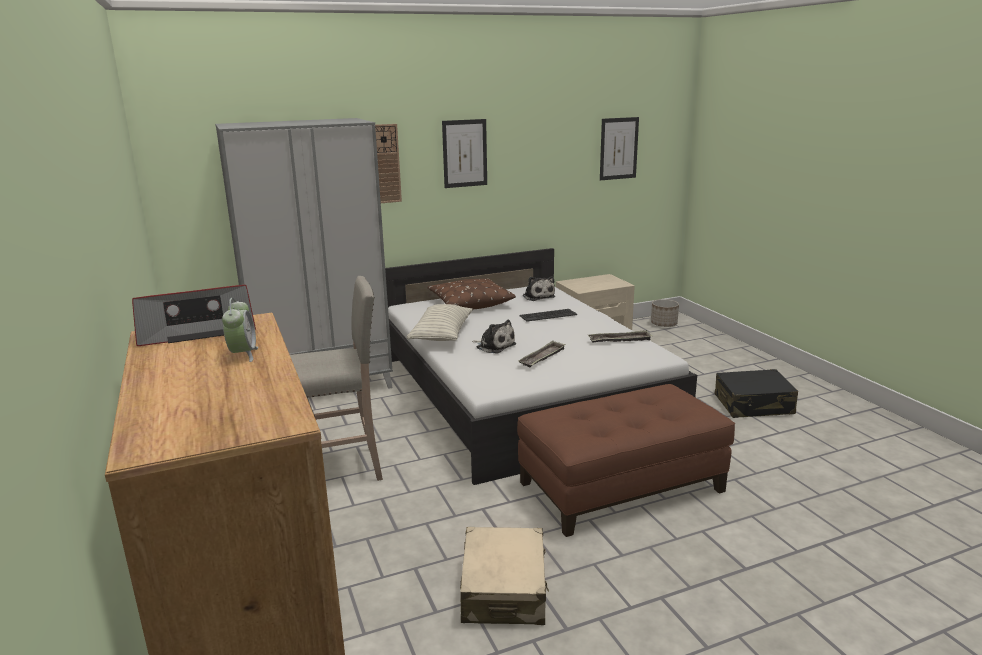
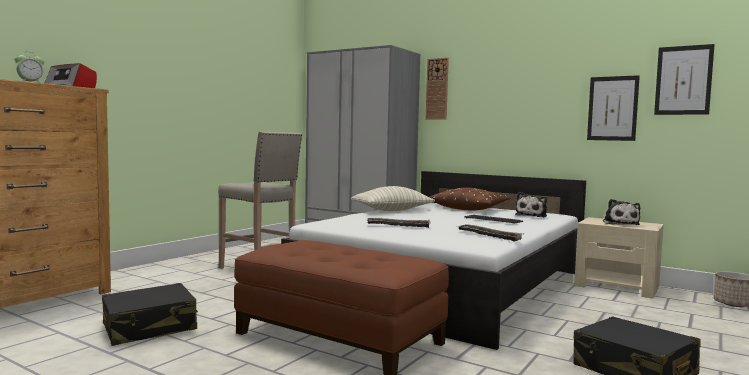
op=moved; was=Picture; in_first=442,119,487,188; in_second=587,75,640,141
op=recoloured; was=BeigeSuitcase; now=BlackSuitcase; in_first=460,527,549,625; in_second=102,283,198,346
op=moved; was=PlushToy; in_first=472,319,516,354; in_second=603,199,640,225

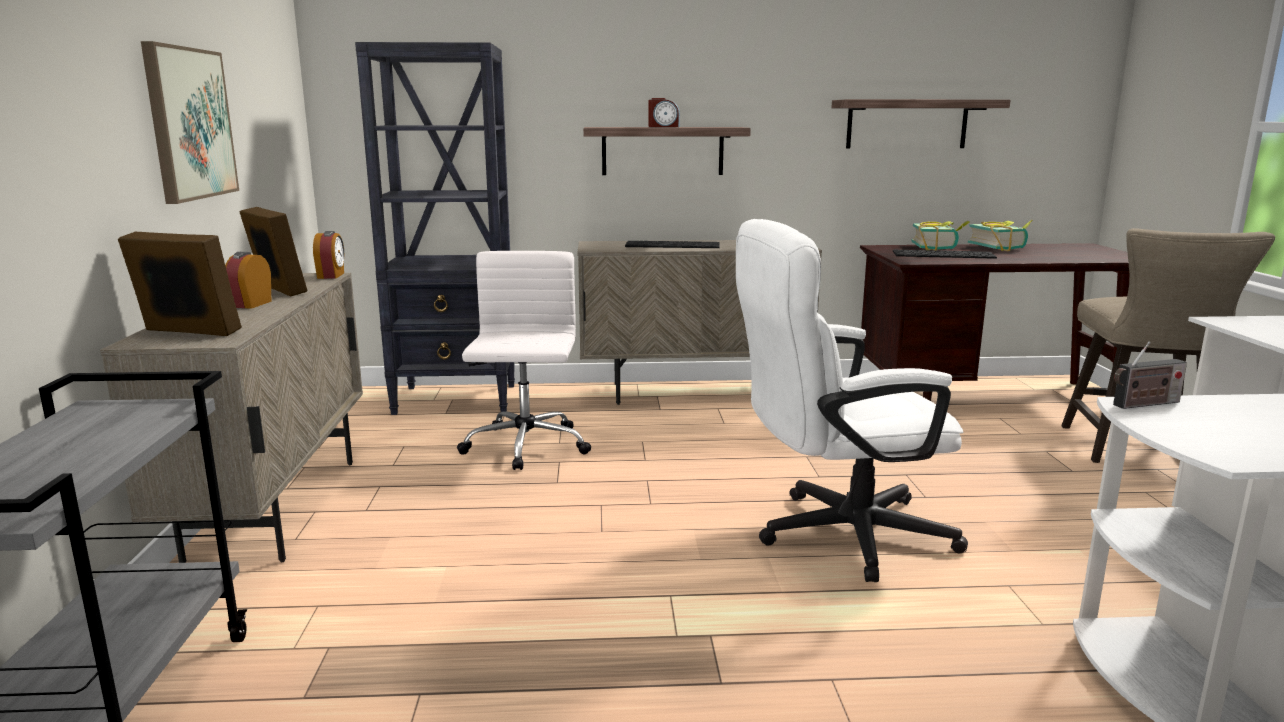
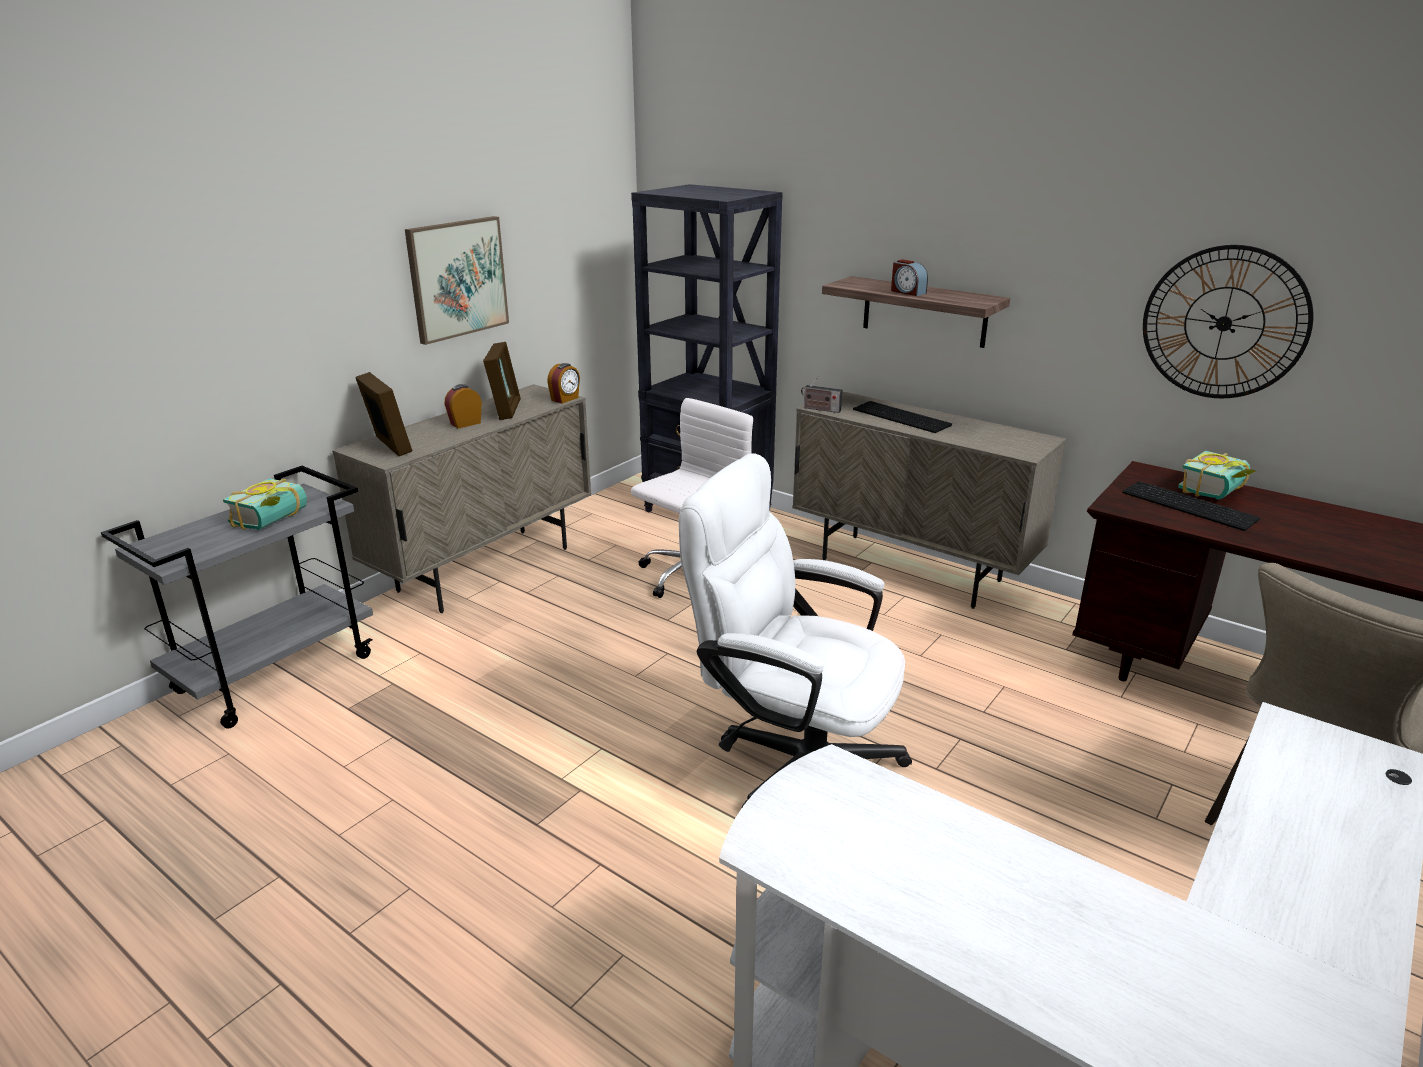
op=replaced; was=Shelf; now=WallClock; in_first=832,99,1011,149; in_second=1143,245,1313,398
op=moved; was=Book; in_first=968,220,1033,251; in_second=223,478,307,530
op=moved; was=Radio; in_first=1113,341,1187,409; in_second=801,376,842,413

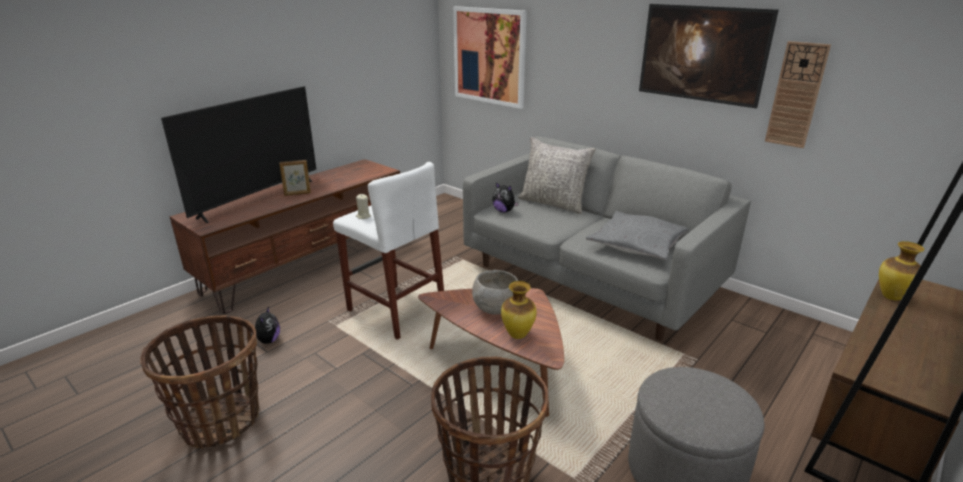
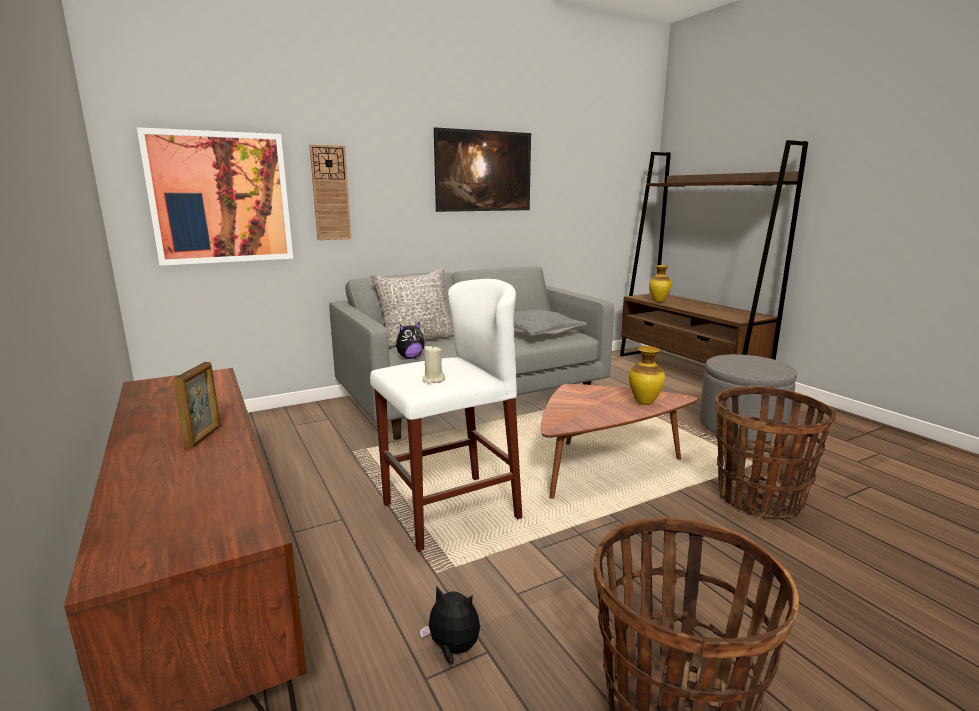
op=removed; was=Television; in_first=161,86,316,223
op=removed; was=GreyBowl; in_first=472,270,518,315
op=moved; was=WallClock; in_first=765,41,831,148; in_second=309,144,351,240

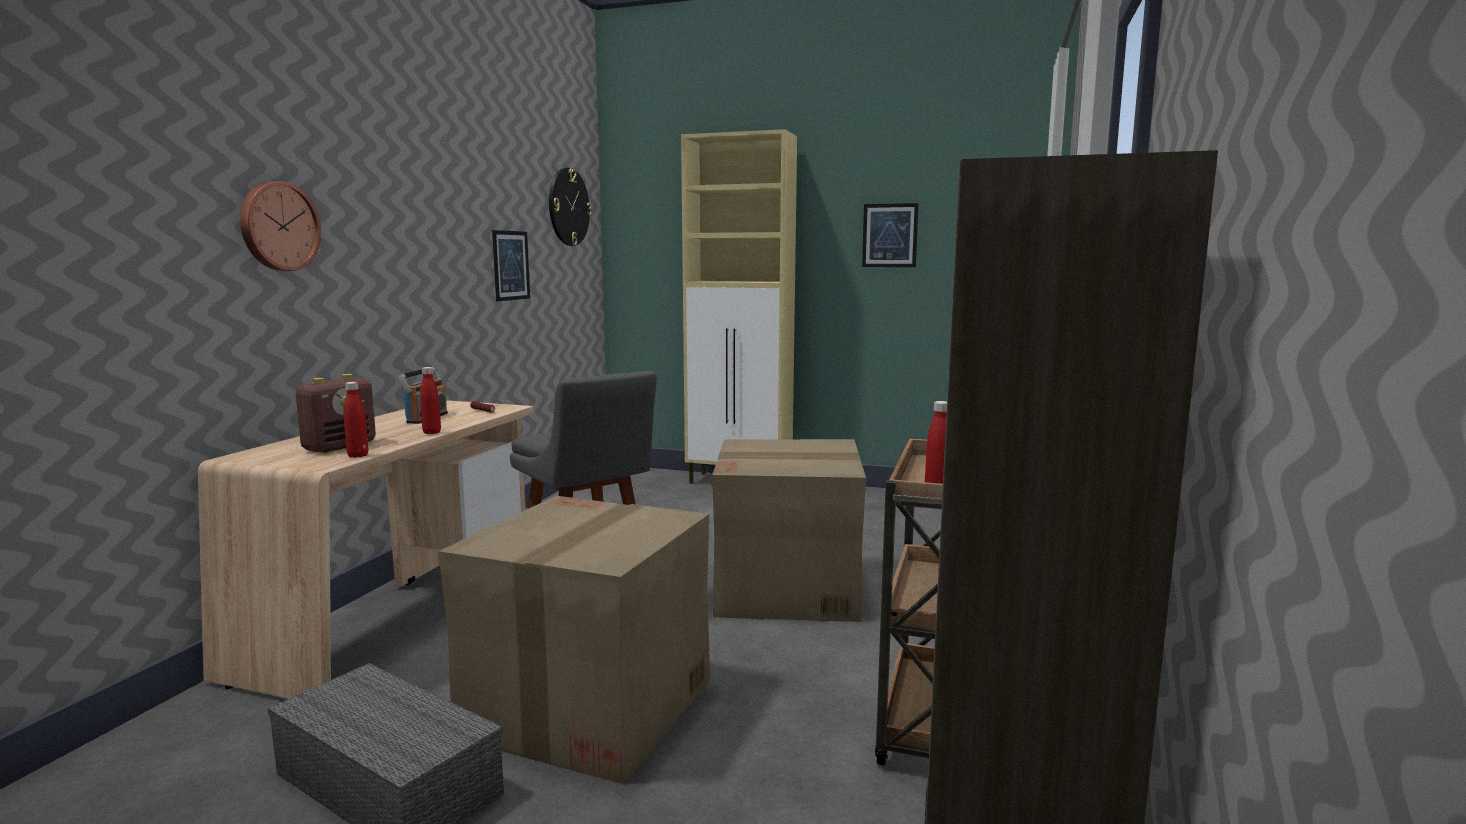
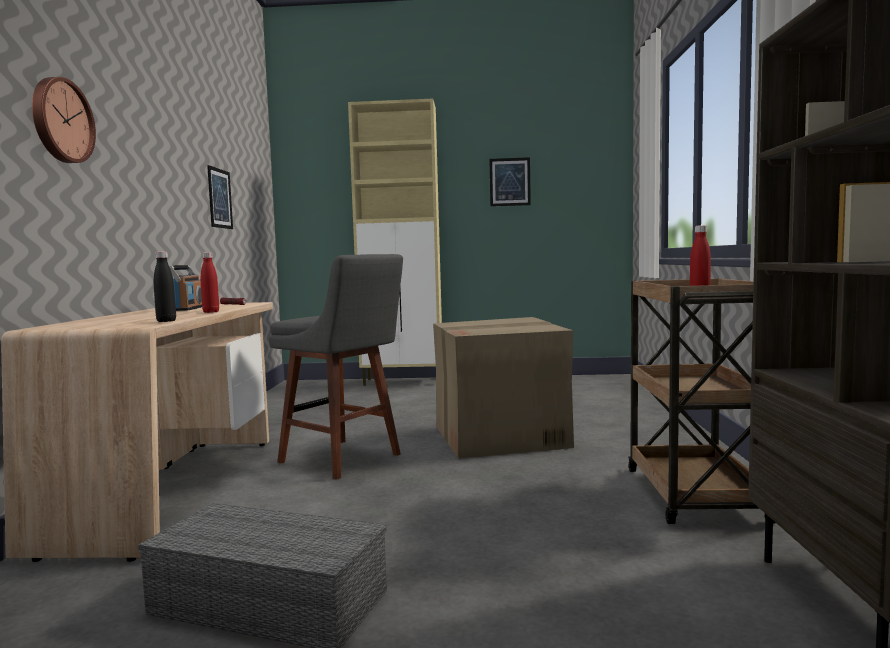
op=removed; was=Radio; in_first=295,374,376,453
op=recoloured; was=RedBottle; now=BlackBottle; in_first=344,382,369,458; in_second=154,251,176,322
op=removed; was=CardboardBox; in_first=438,496,710,785
op=removed; was=WallClock; in_first=549,168,592,246

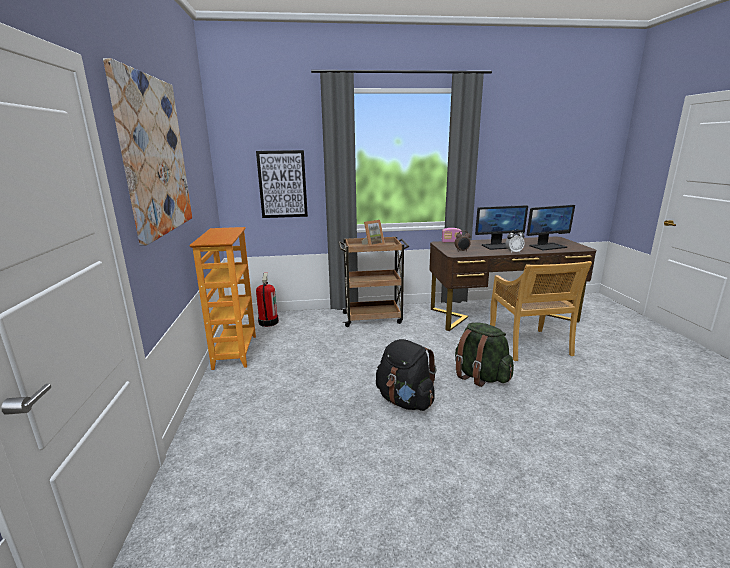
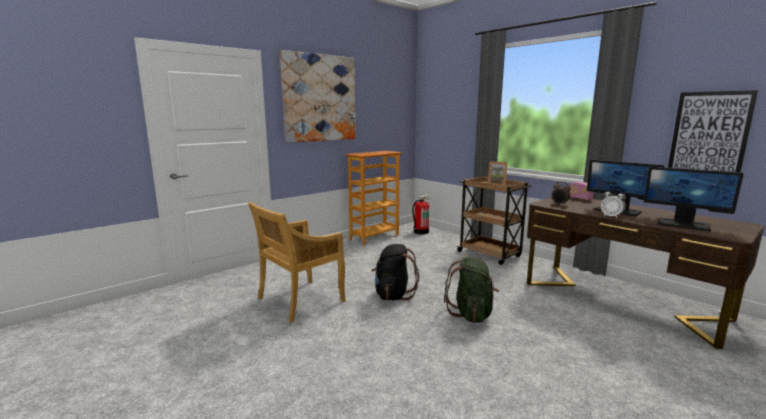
op=moved; was=Picture; in_first=256,150,308,218; in_second=668,90,758,172
op=moved; was=BeigeChair; in_first=490,261,592,361; in_second=248,202,346,323

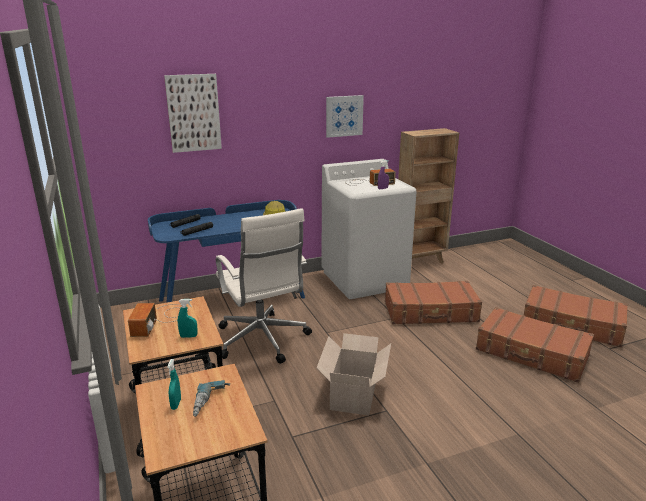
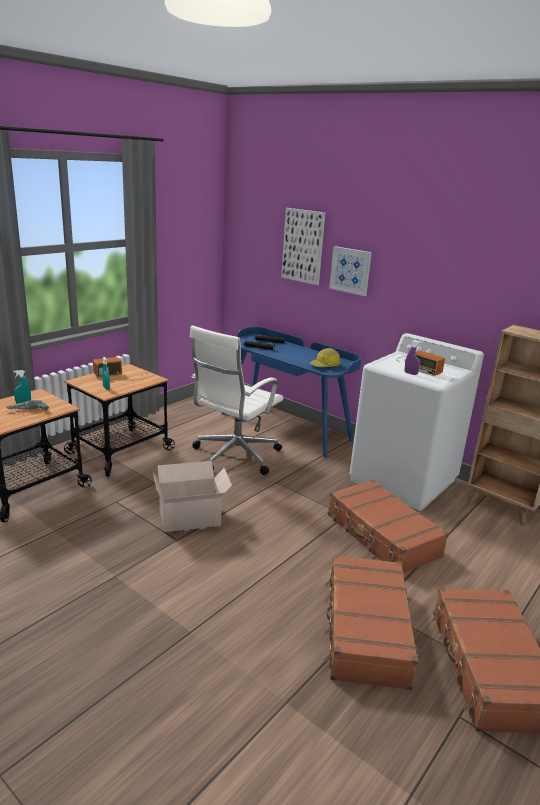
op=moved; was=Picture; in_first=326,95,364,138; in_second=329,246,372,296

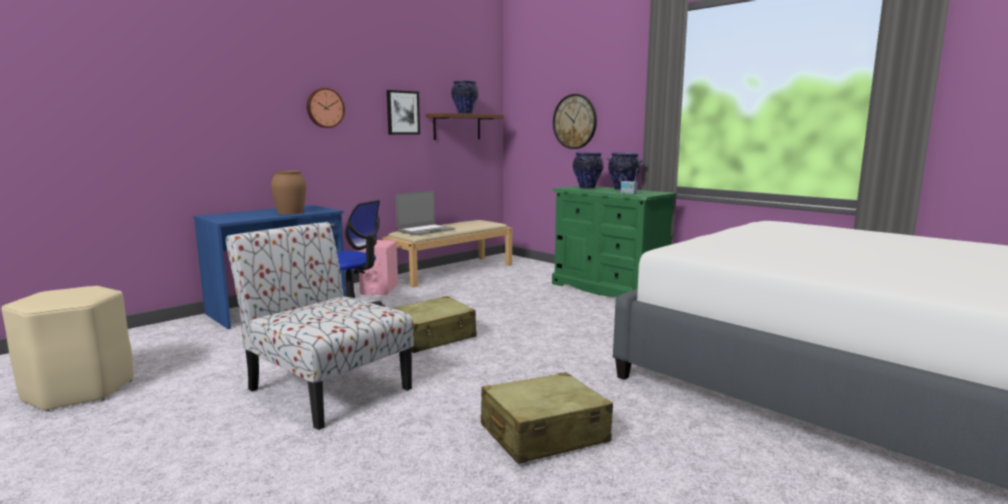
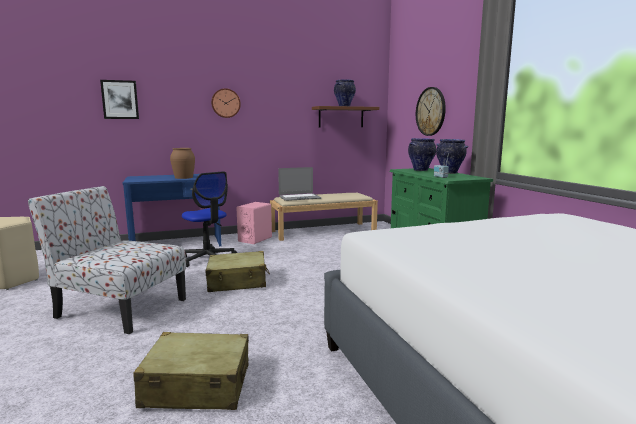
op=turned; was=Chair; in_first=226,222,414,430; in_second=28,186,186,334; clockwise=-45
op=moved; was=Picture; in_first=387,90,420,135; in_second=100,80,139,119

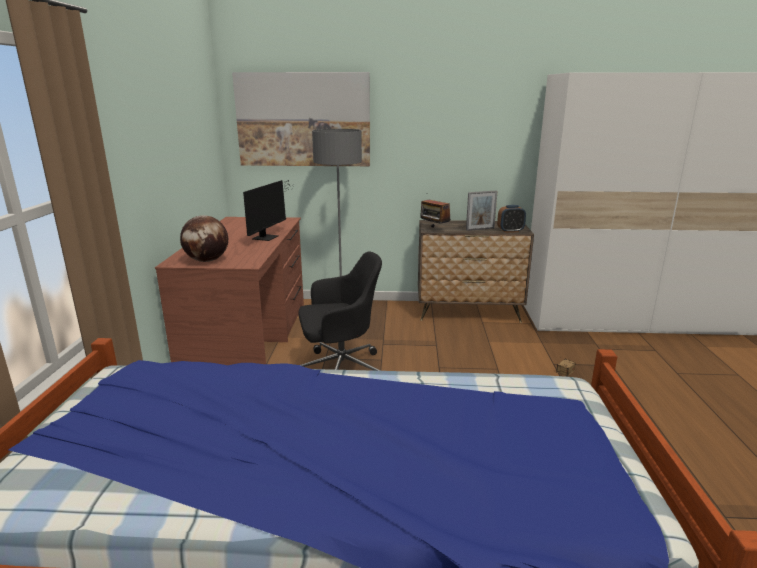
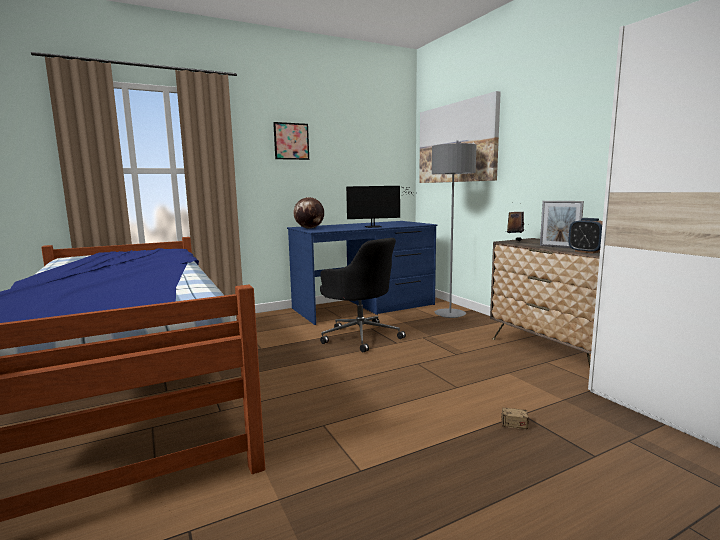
op=recoloured; was=BrownDesk; now=BlueDesk; in_first=155,217,304,365; in_second=287,221,437,325
op=added; now=Picture; in_second=273,122,309,160

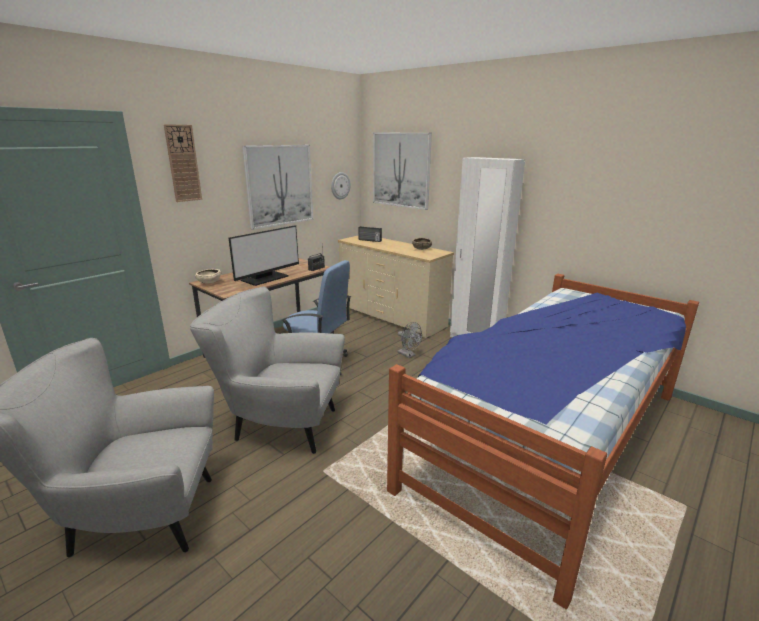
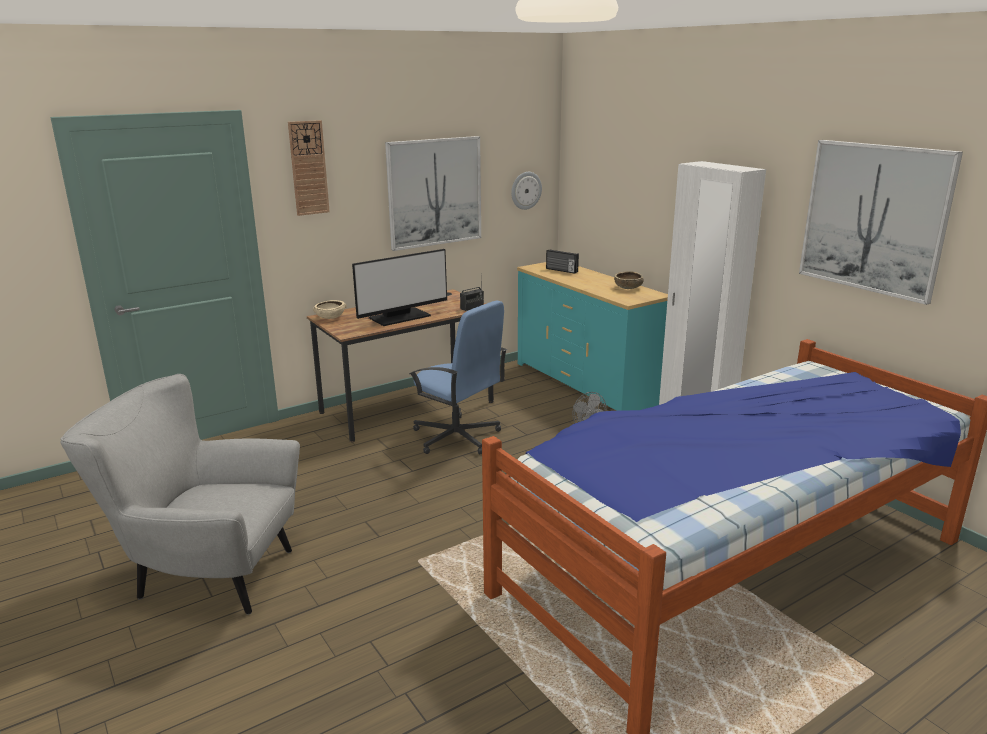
op=removed; was=GreyArmchair; in_first=190,287,345,454
op=recoloured; was=BeigeDresser; now=TurquoiseDresser; in_first=338,235,454,338; in_second=517,262,668,411
op=moved; was=Picture; in_first=373,133,432,210; in_second=799,140,963,305

